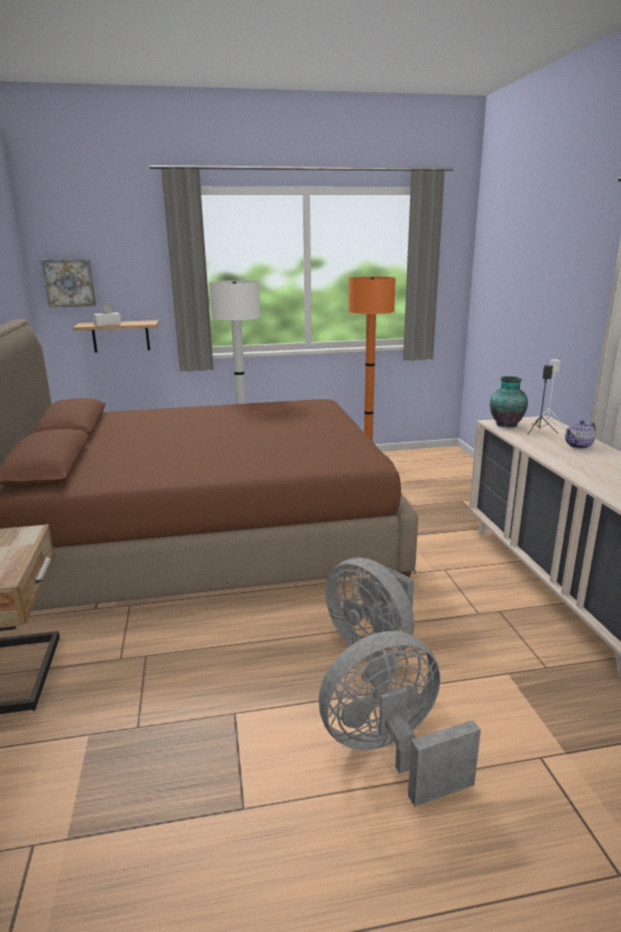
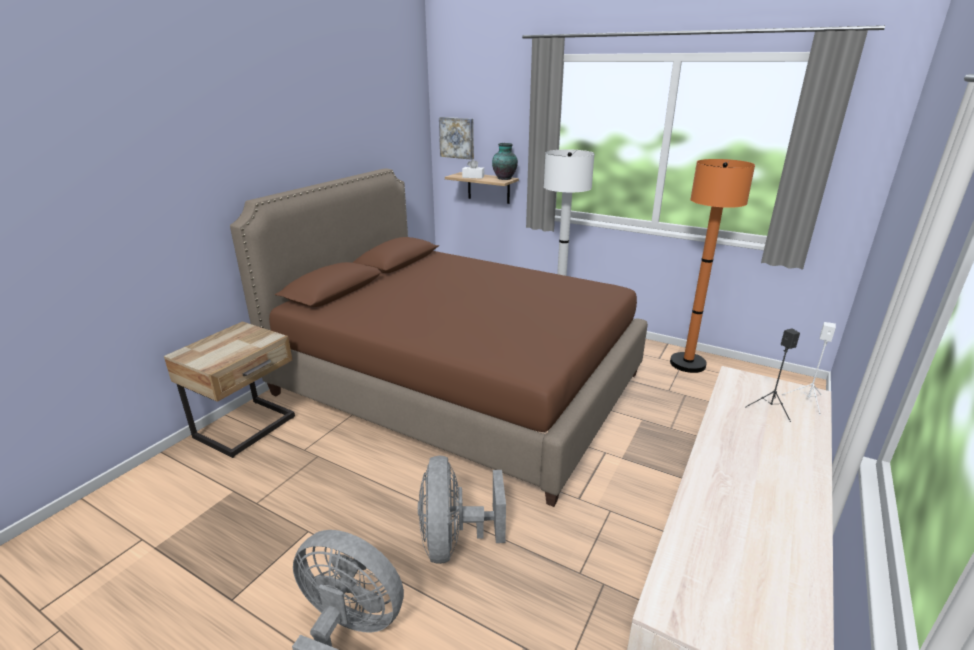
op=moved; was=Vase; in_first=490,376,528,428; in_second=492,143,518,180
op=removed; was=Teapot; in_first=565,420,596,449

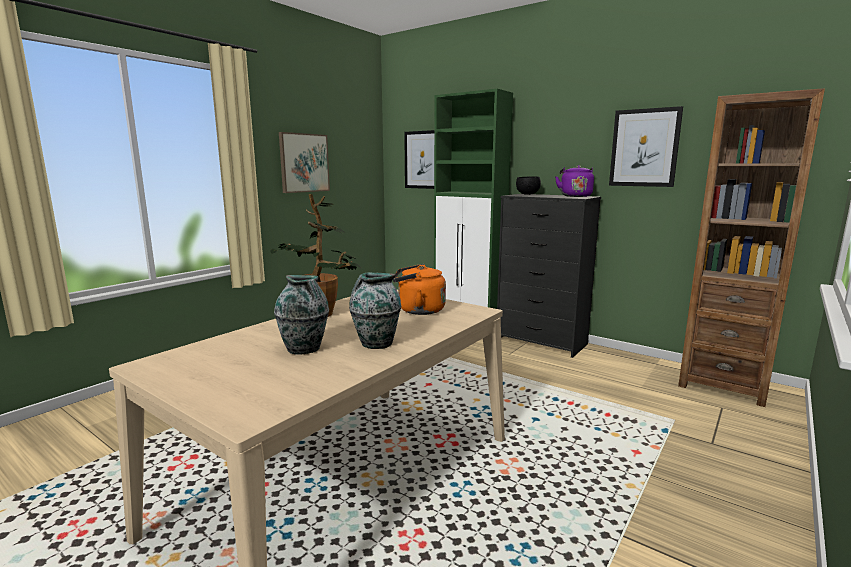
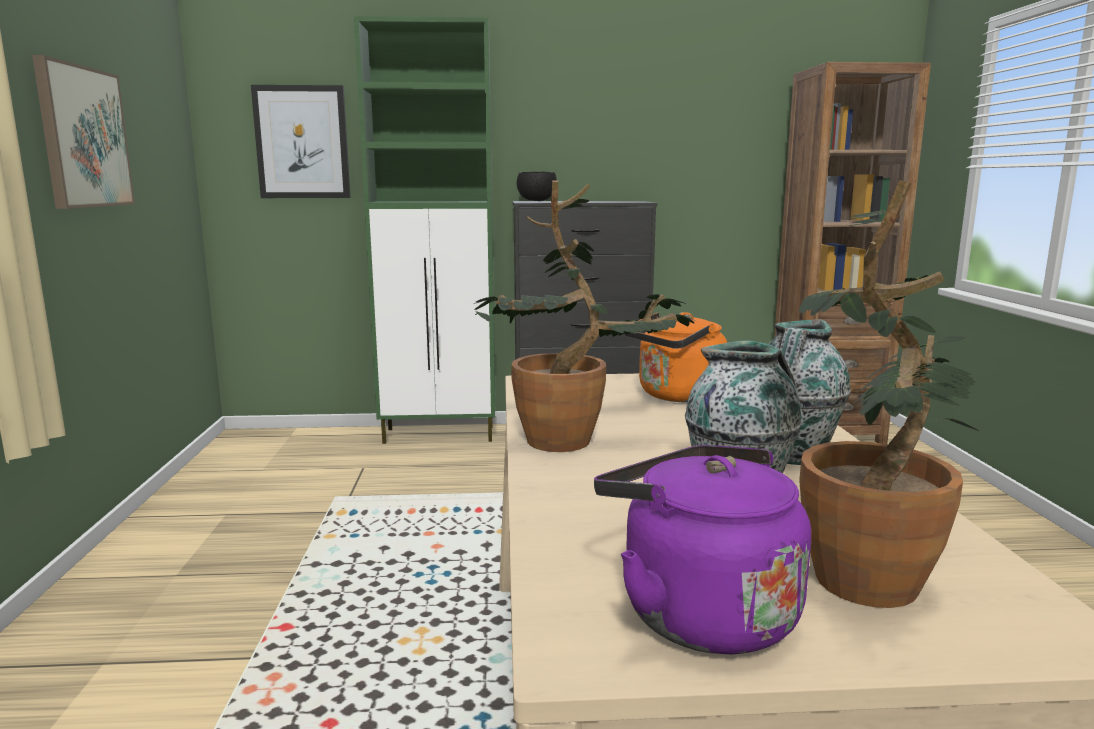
op=moved; was=PurpleKettle; in_first=555,165,594,197; in_second=594,445,811,654
op=removed; was=Picture; in_first=609,106,683,187
op=added; now=PottedPlant; in_second=799,180,979,608

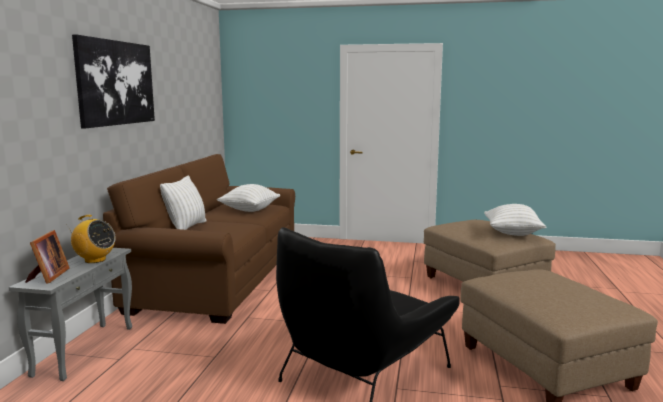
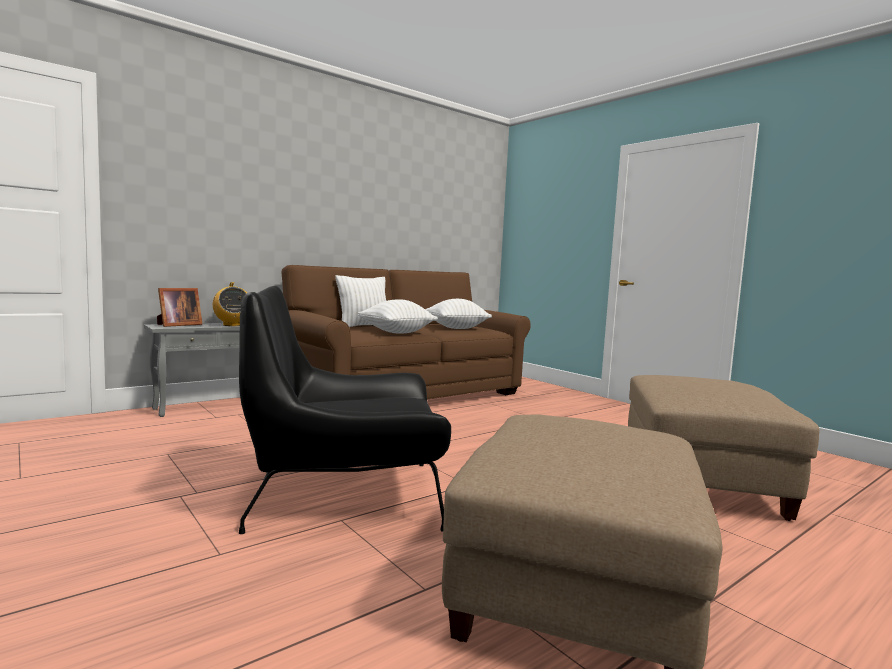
op=removed; was=Picture; in_first=72,34,155,129
op=moved; was=WhitePillow; in_first=484,204,547,236; in_second=357,299,438,333

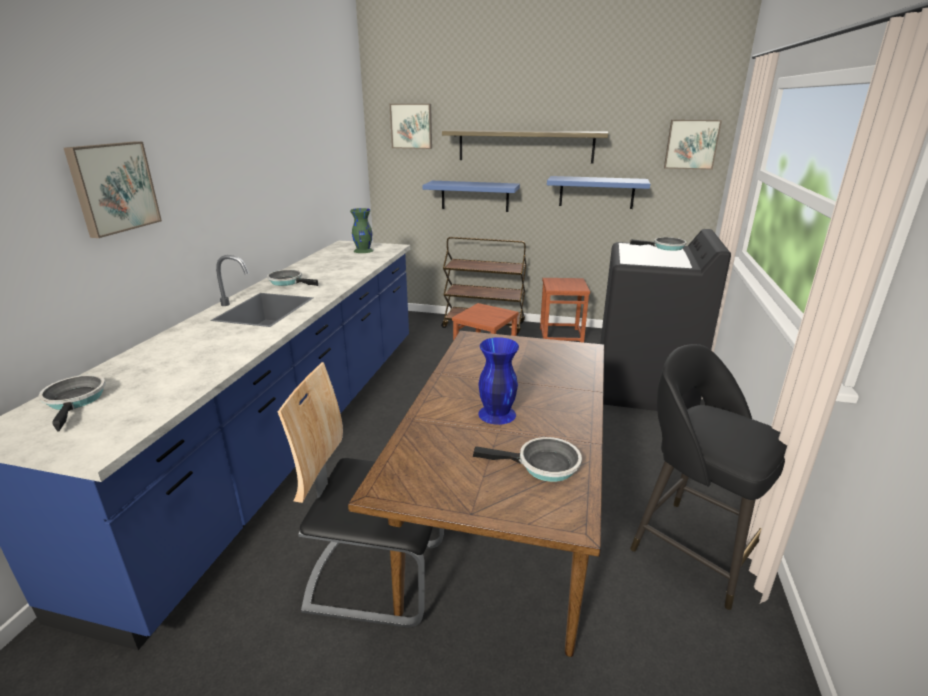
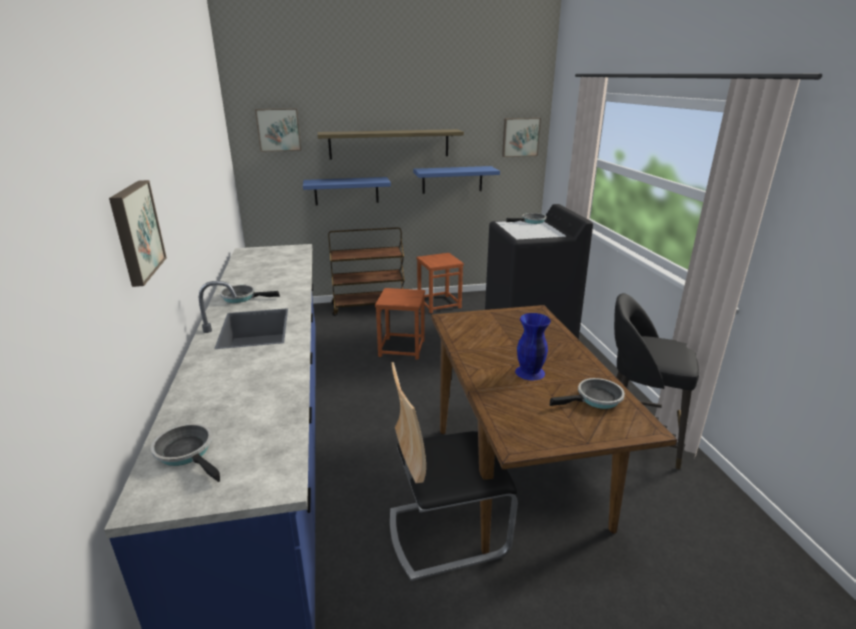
op=removed; was=GreenVase; in_first=350,208,374,253

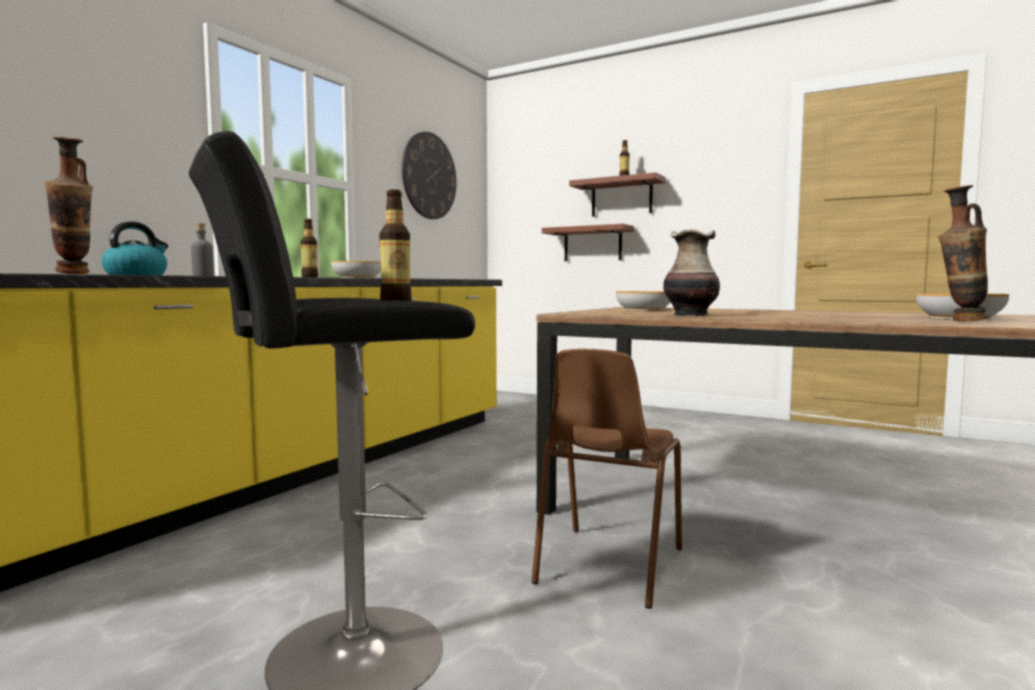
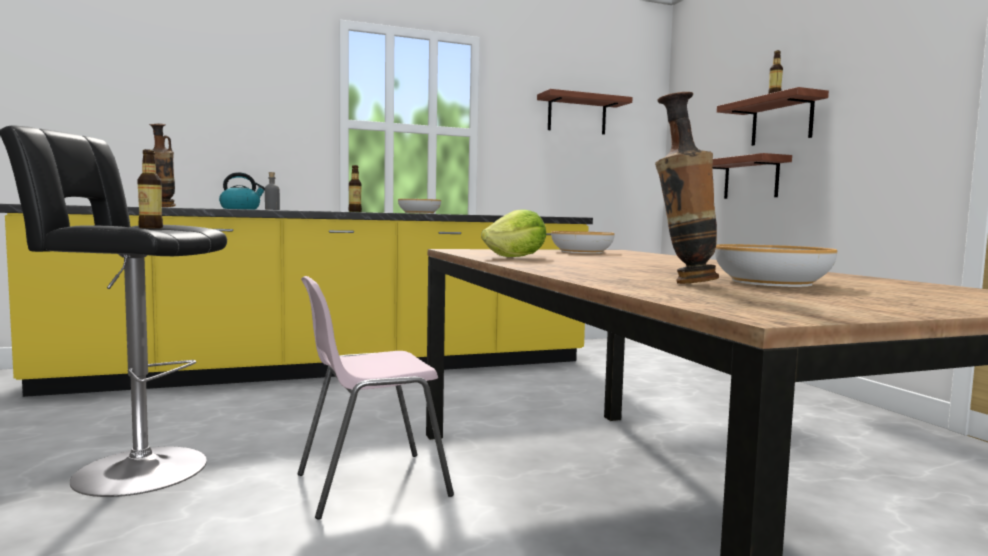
op=replaced; was=WallClock; now=Shelf; in_first=402,132,457,219; in_second=537,89,633,134
op=recoloured; was=BrownChair; now=PinkChair; in_first=532,349,682,609; in_second=298,276,454,520
op=replaced; was=Vase; now=Lettuce; in_first=663,229,720,316; in_second=481,209,546,257

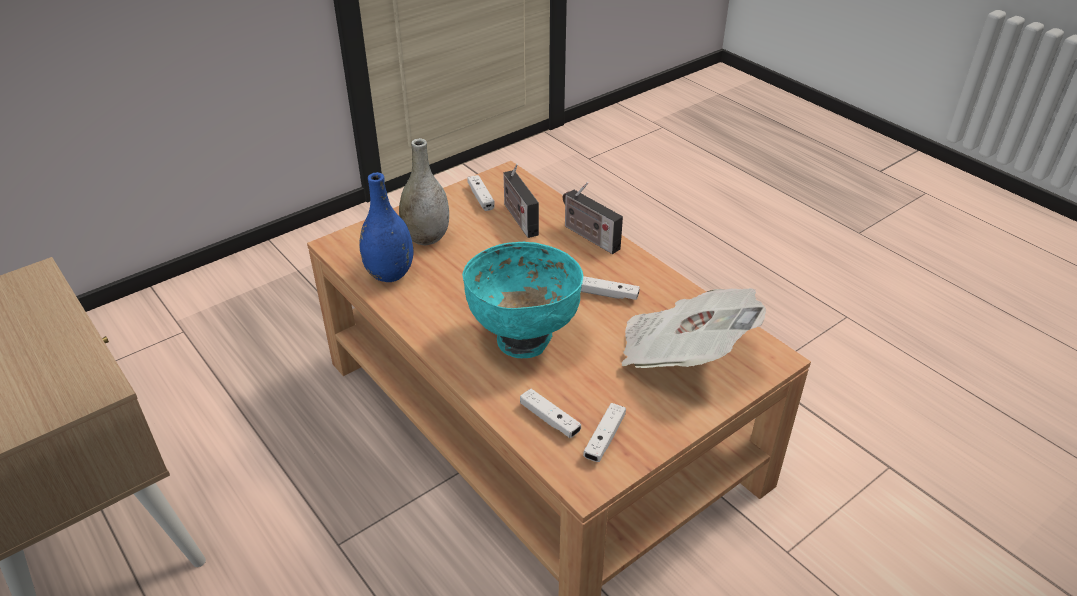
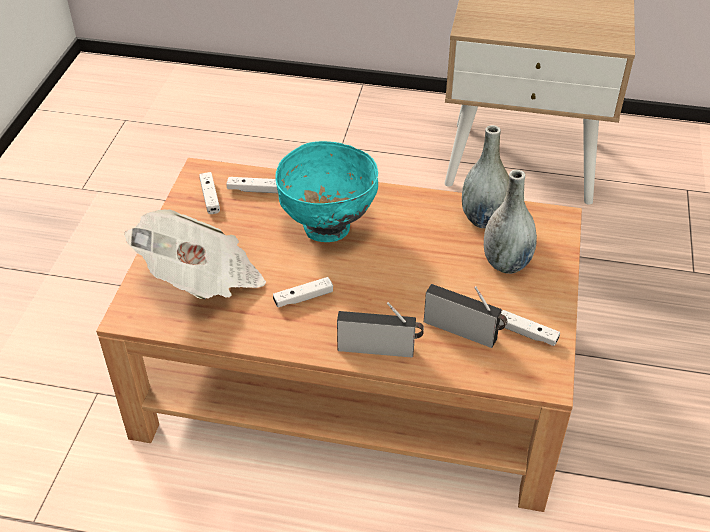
op=recoloured; was=BlueVase; now=GreyVase; in_first=359,172,413,282; in_second=462,125,509,228

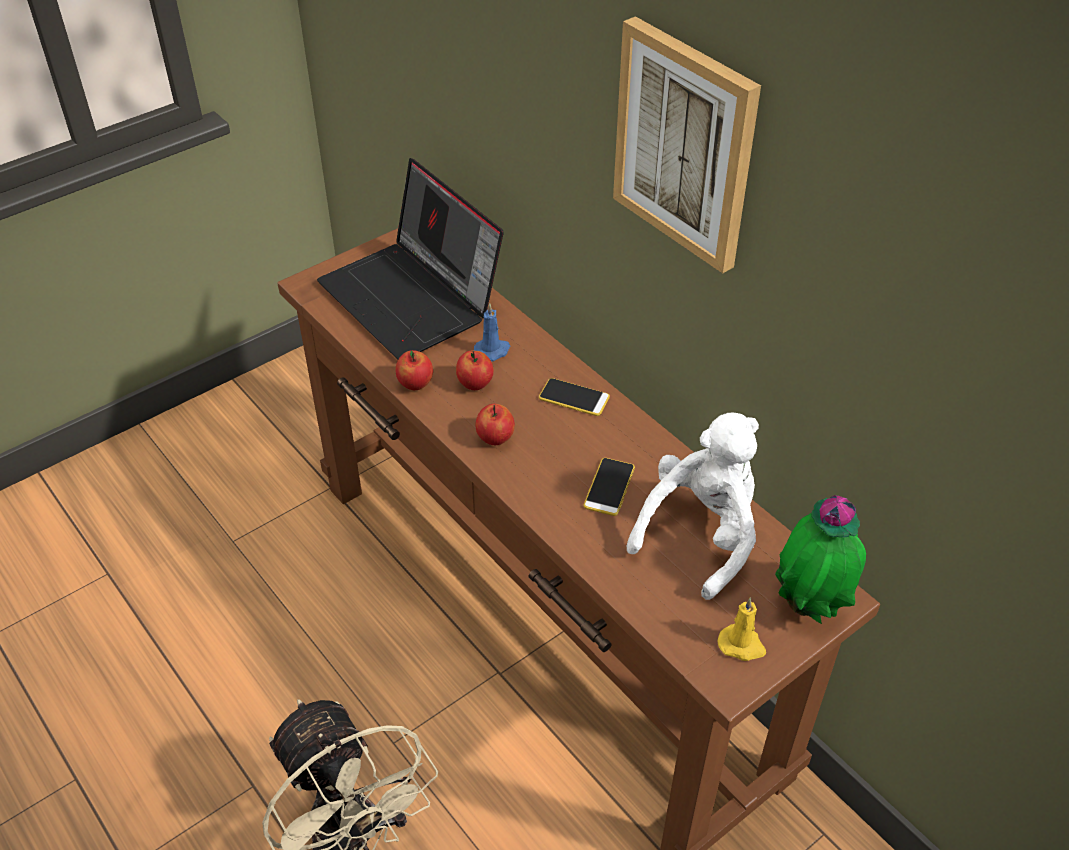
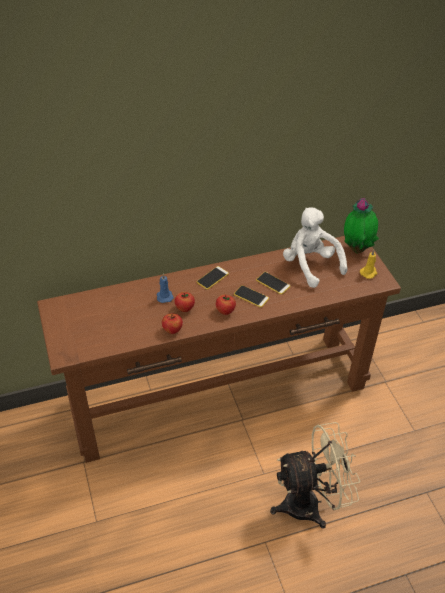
op=removed; was=Laptop; in_first=317,158,504,360
op=removed; was=Picture; in_first=613,16,761,273
op=added; now=Phone; in_second=234,285,269,308

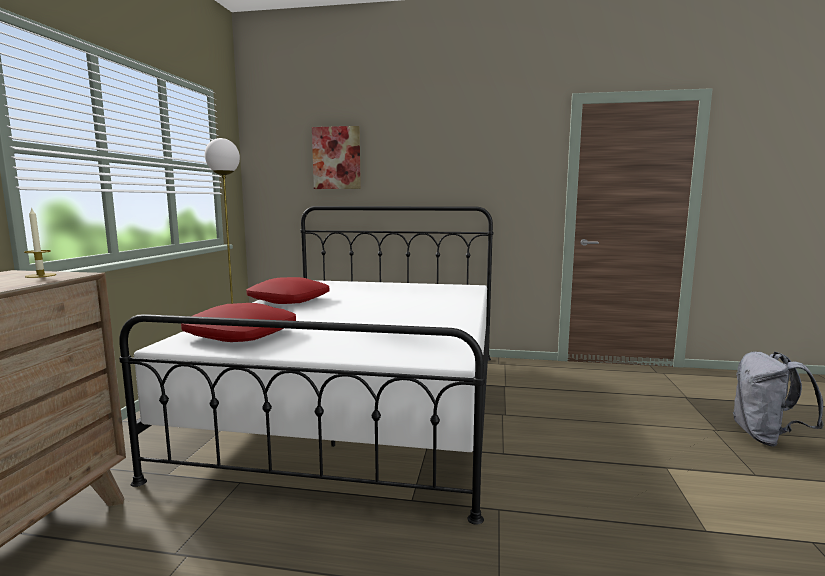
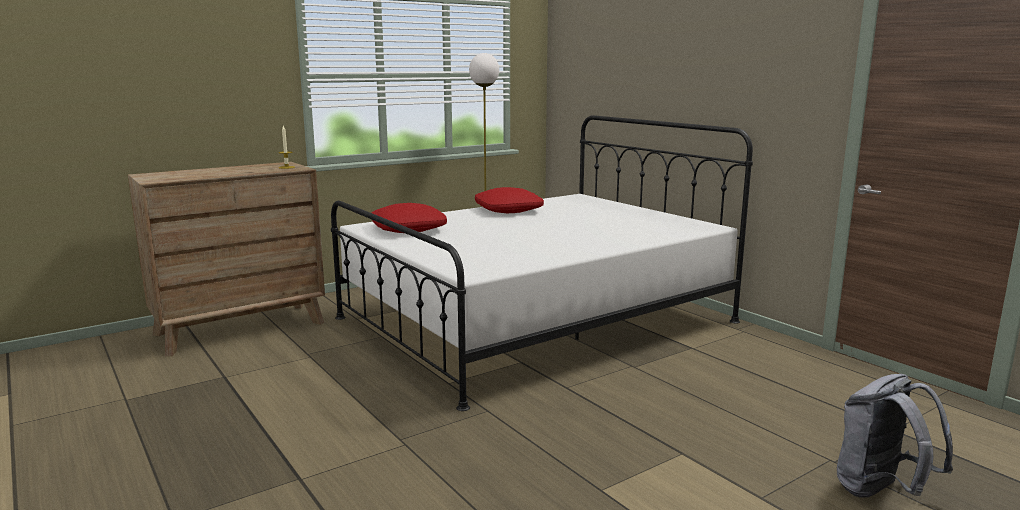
op=removed; was=Picture; in_first=312,126,361,189

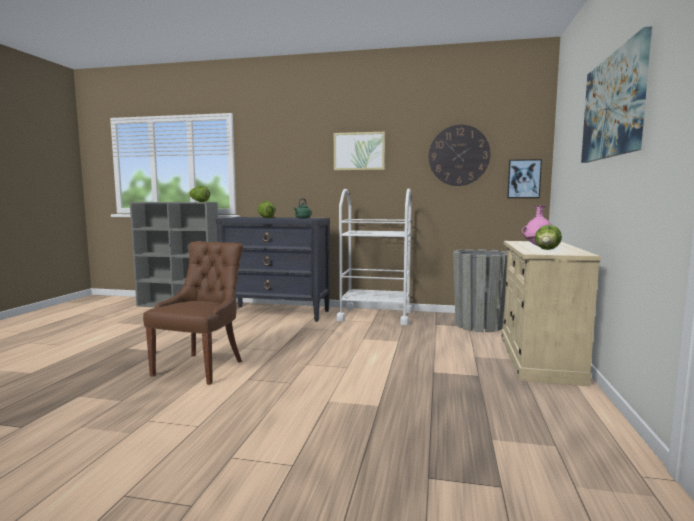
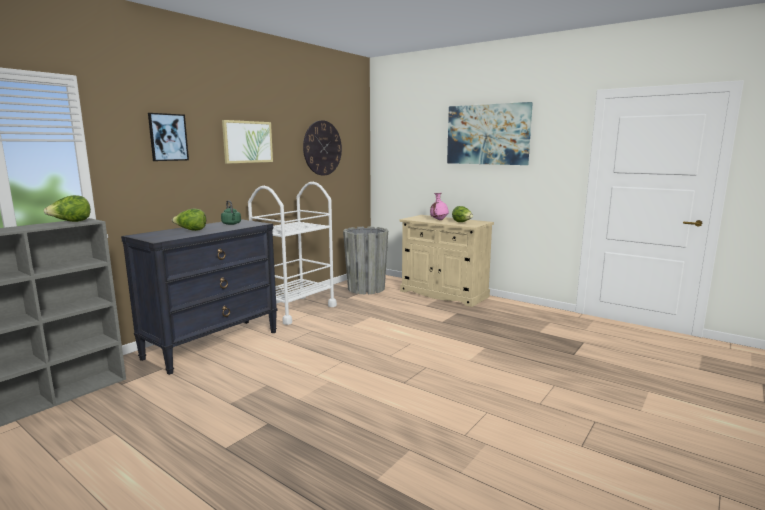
op=removed; was=BrownChair; in_first=143,241,243,385
op=moved; was=Picture; in_first=507,159,542,198; in_second=148,113,189,161

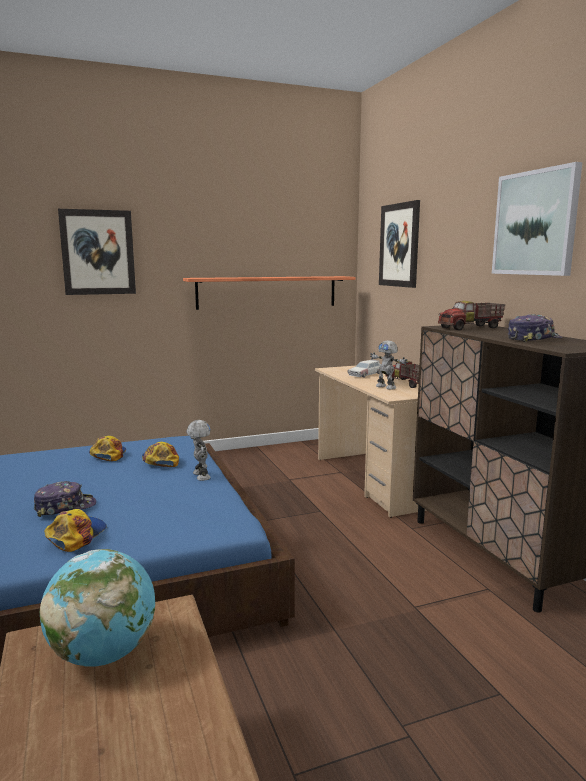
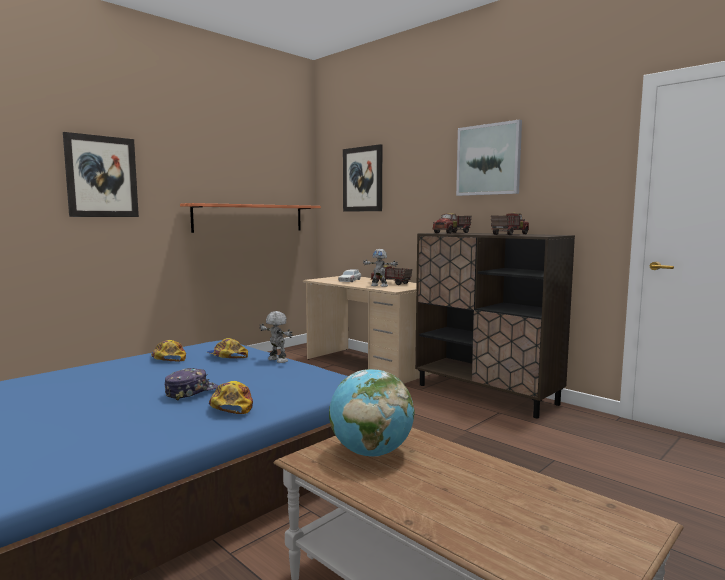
op=replaced; was=Cap; now=ToyTruck; in_first=508,314,562,342; in_second=491,213,529,235

